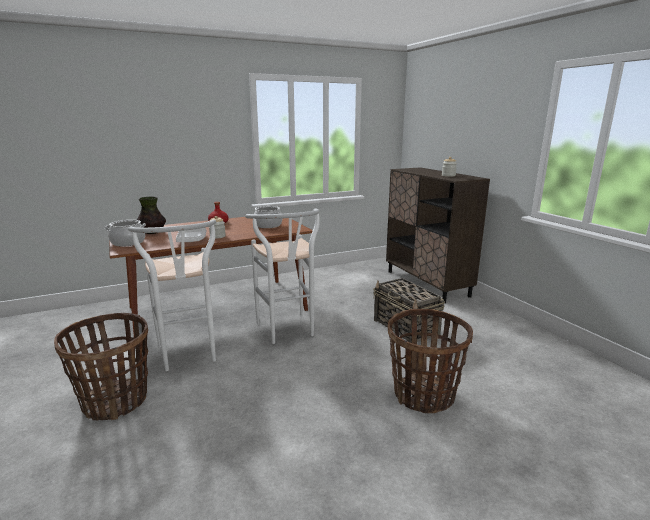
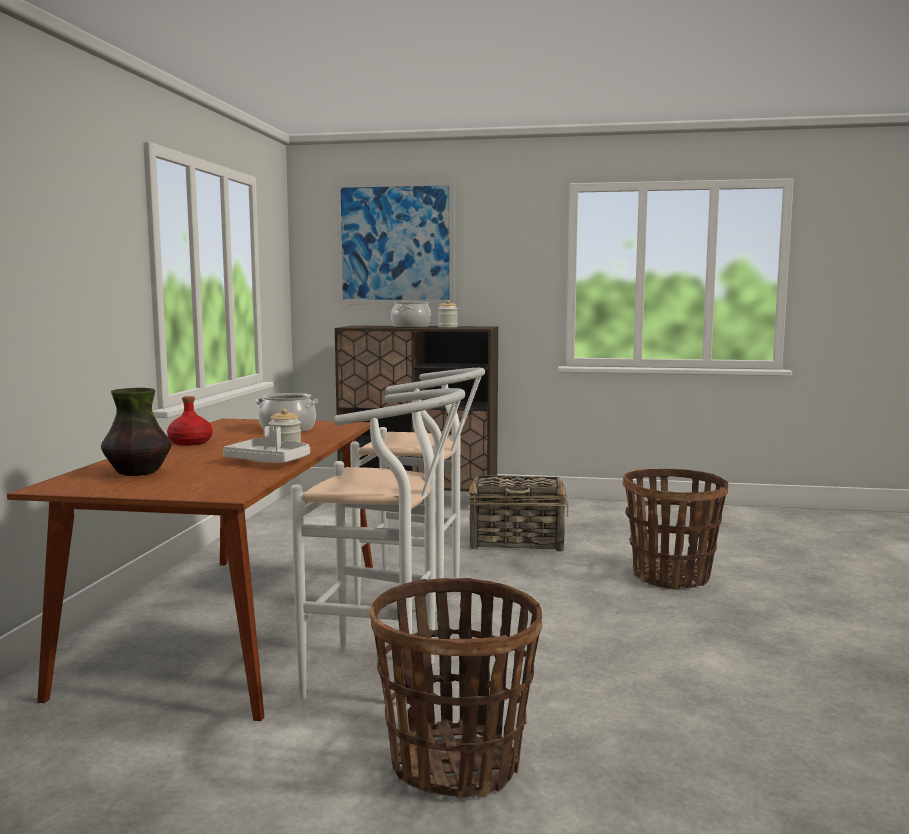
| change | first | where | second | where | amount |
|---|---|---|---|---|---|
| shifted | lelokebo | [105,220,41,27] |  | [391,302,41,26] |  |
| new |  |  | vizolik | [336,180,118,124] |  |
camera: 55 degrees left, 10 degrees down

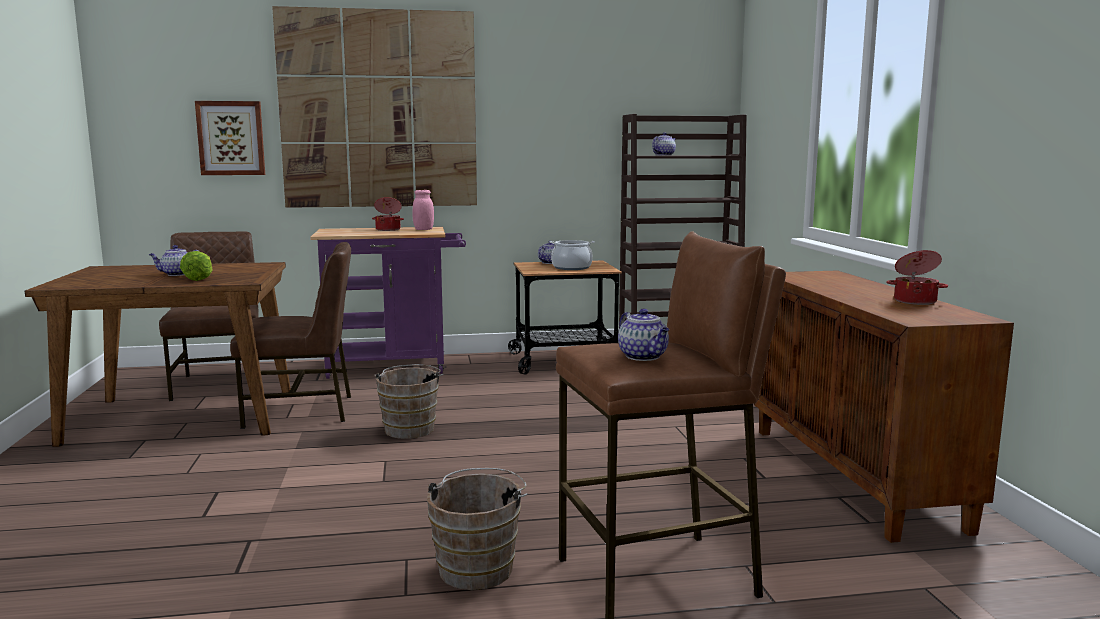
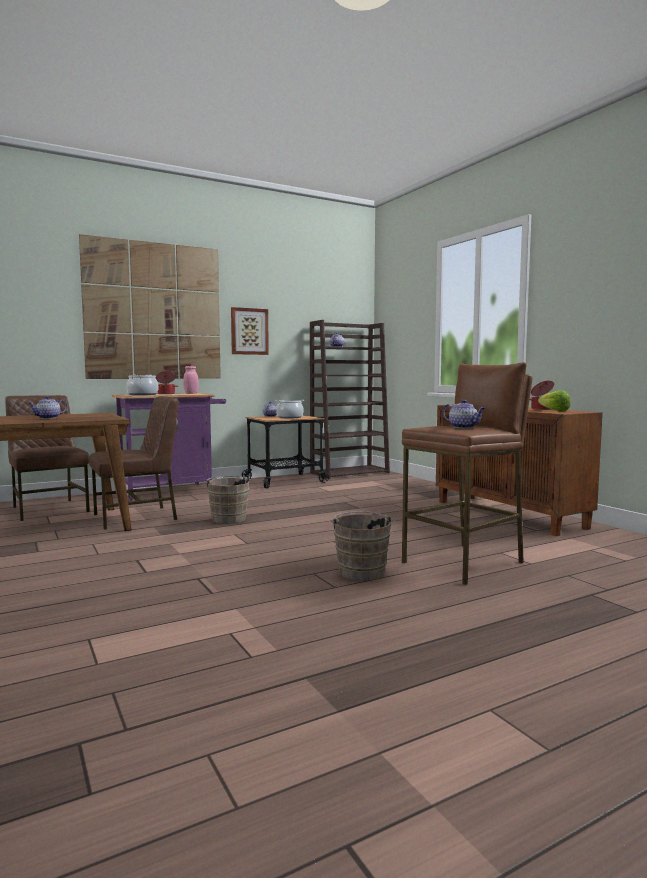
| change | first | where | second | where | amount |
|---|---|---|---|---|---|
| shifted | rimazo | [180,251,32,30] |  | [538,390,32,22] |  |
| shifted | vizolik | [195,101,70,74] |  | [231,307,38,48] |  |
| new |  |  | lelokebo | [126,375,33,20] |  |
camera: 20 degrees left, 5 degrees down

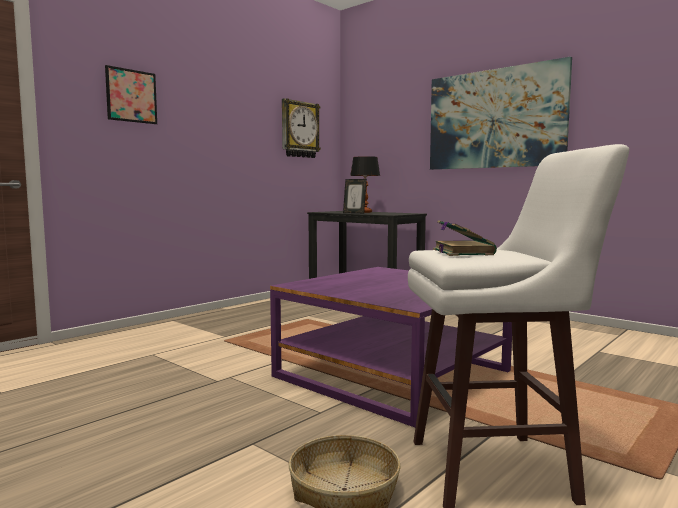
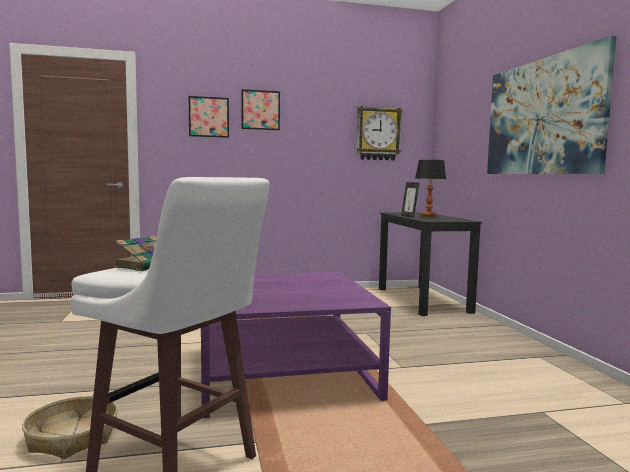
| change | first | where | second | where | amount |
|---|---|---|---|---|---|
| new |  |  | vizolik | [241,89,39,41] |  |
camera: 35 degrees right, 0 degrees up

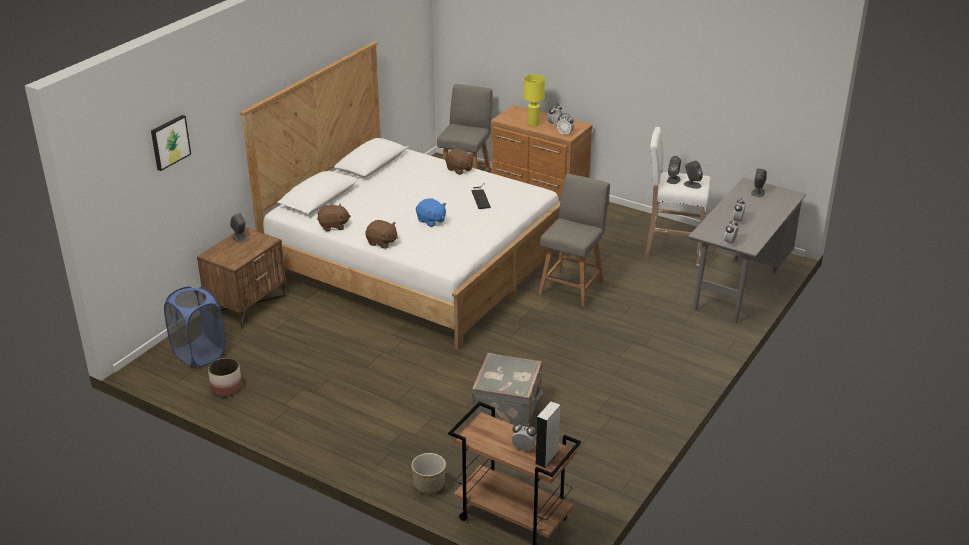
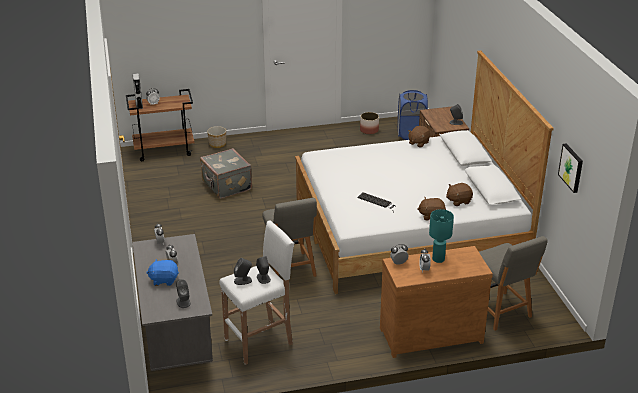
| change | first | where | second | where | amount |
|---|---|---|---|---|---|
| shifted | vizolik | [151,115,40,56] |  | [558,143,25,50] |  |
| shifted | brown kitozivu | [365,220,33,29] |  | [446,183,27,23] |  |
| shifted | blue kitozivu | [416,198,30,29] |  | [146,259,33,27] |  |
| repainted | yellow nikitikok | [523,74,22,53] | turquoise nikitikok | [429,209,25,54] |  |
camera: 135 degrees right, 0 degrees up

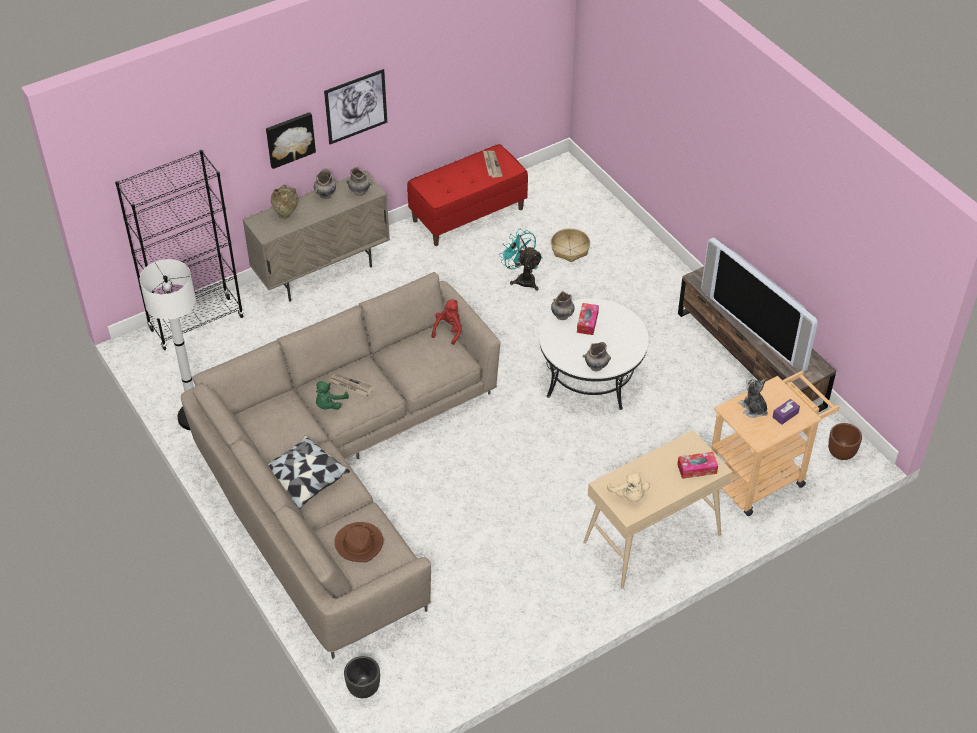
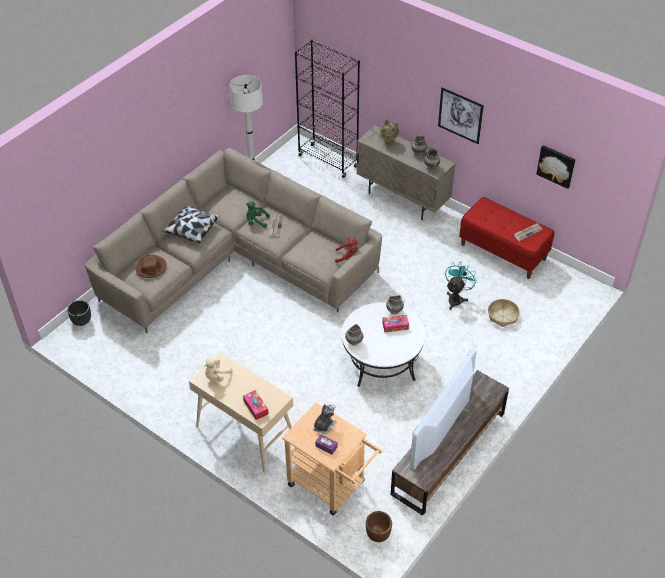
| change | first | where | second | where | amount |
|---|---|---|---|---|---|
| shifted | vizolik | [266,112,50,57] |  | [536,145,40,44] |  |
camera: 70 degrees right, 0 degrees up

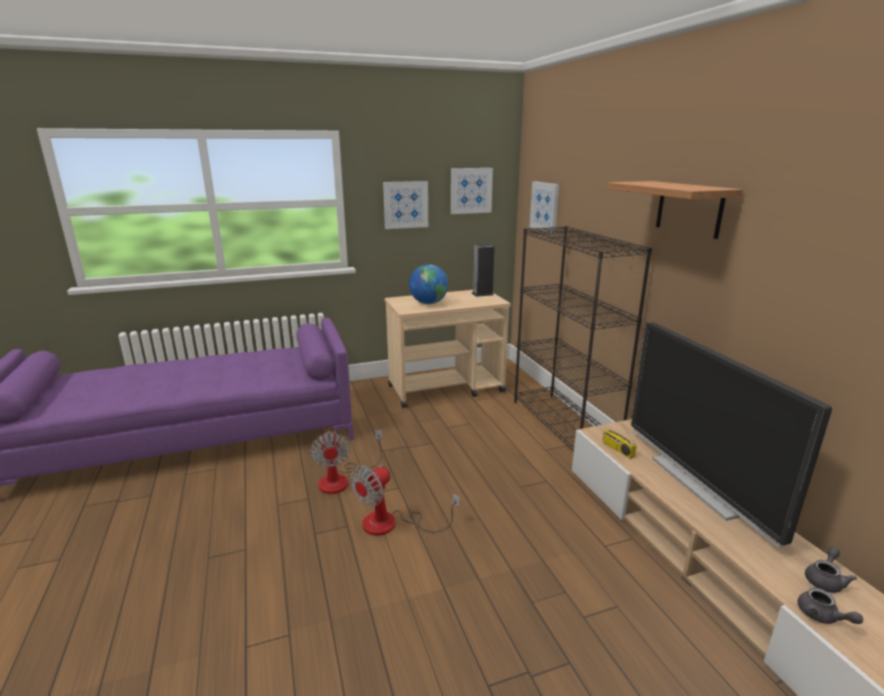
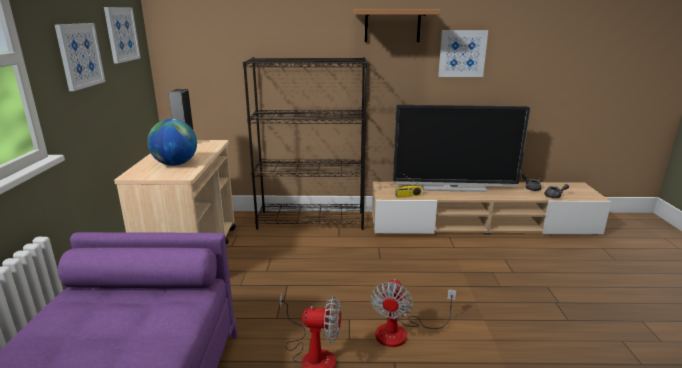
| change | first | where | second | where | amount |
|---|---|---|---|---|---|
| rotated | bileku | [350,465,110,71] |  | [370,279,86,68] | 45 degrees clockwise |
| shifted | vizolik | [530,181,29,53] |  | [438,30,50,47] |  |
camera: 70 degrees left, 0 degrees up

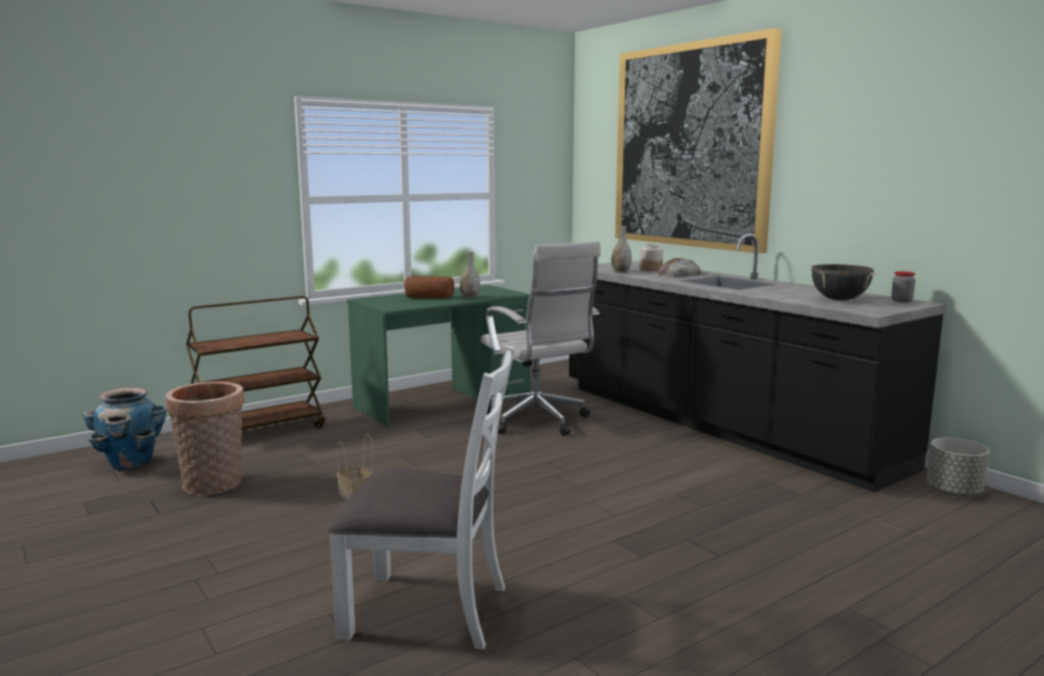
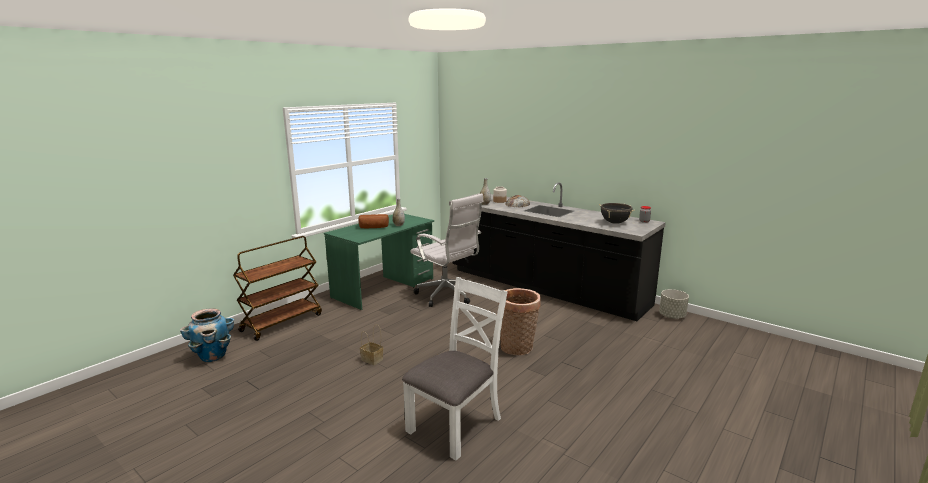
| change | first | where | second | where | amount |
|---|---|---|---|---|---|
| shifted | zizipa | [166,382,78,113] |  | [498,288,43,67] |  |
| rotated | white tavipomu | [327,346,188,304] |  | [402,277,106,183] | 45 degrees counterclockwise |
| gone | vizolik | [615,28,167,226] |  |  |  |
camera: 15 degrees left, 5 degrees up

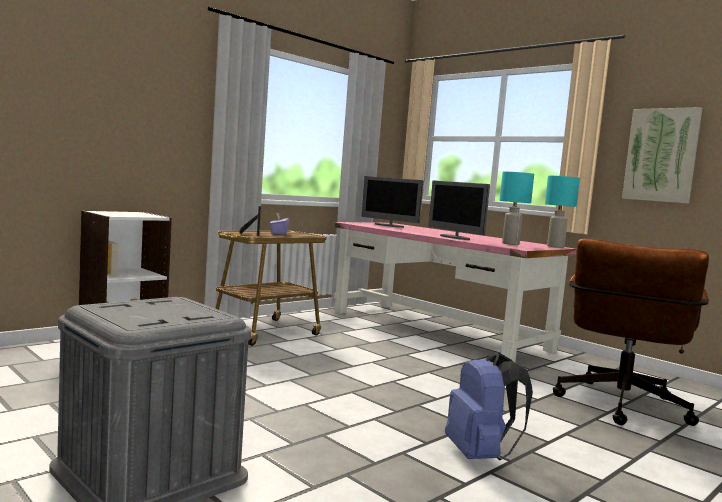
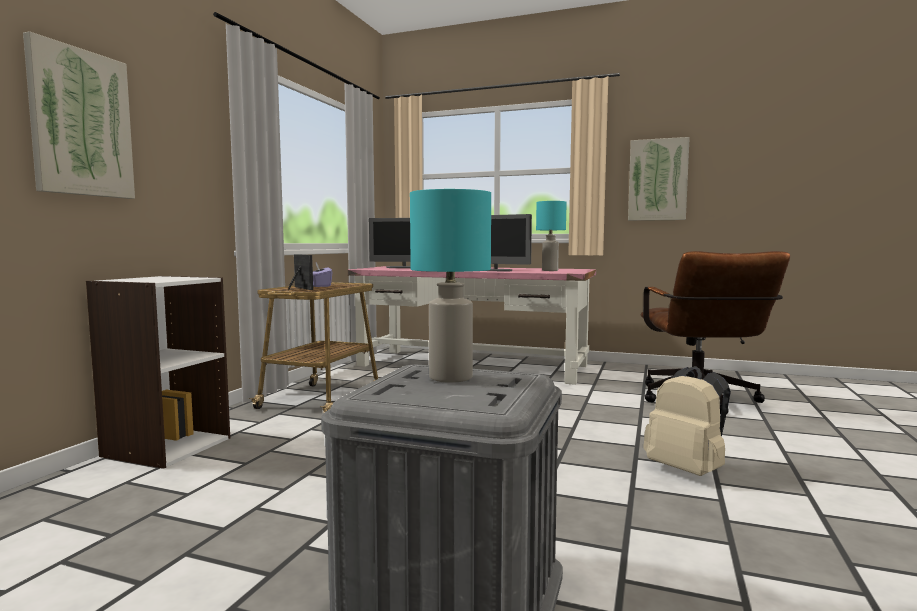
| change | first | where | second | where | amount |
|---|---|---|---|---|---|
| repainted | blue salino | [445,352,88,108] | beige salino | [643,366,88,110] |  |
| shifted | turquoise nikitikok | [545,176,35,72] |  | [410,189,81,194] |  |
| new |  |  | vizolik | [23,31,112,168] |  |
camera: 25 degrees left, 0 degrees up

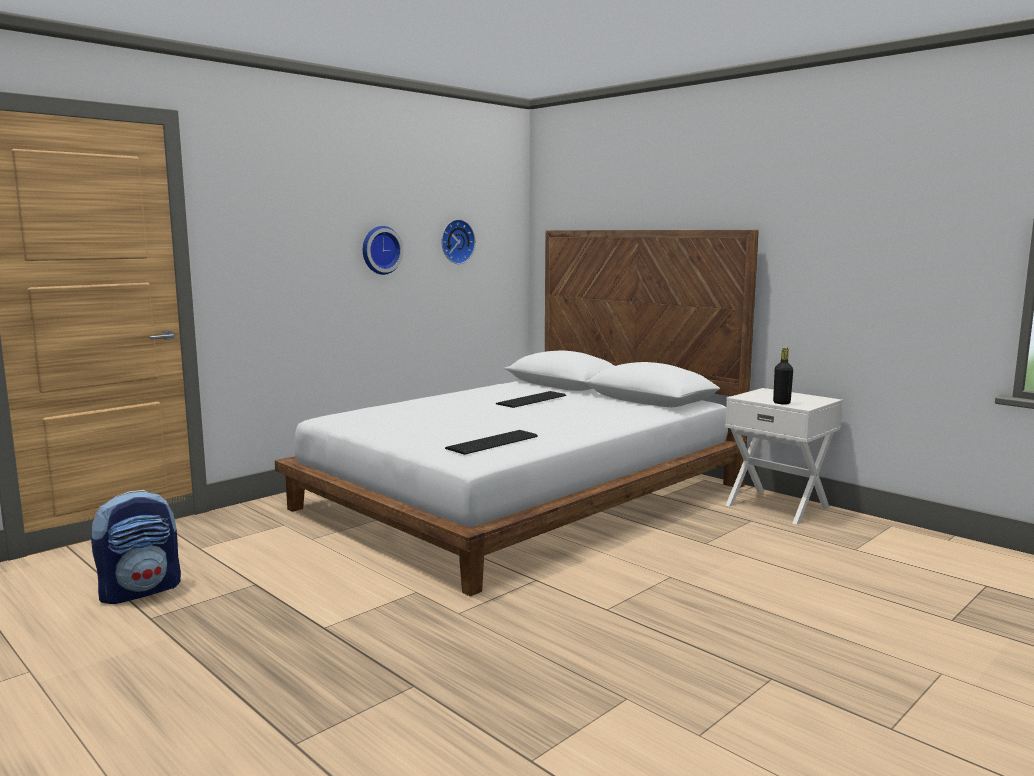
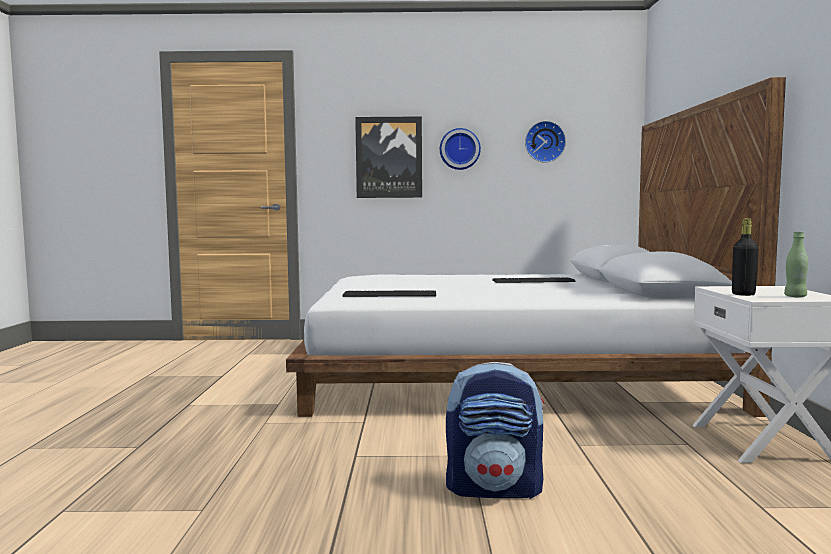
| change | first | where | second | where | amount |
|---|---|---|---|---|---|
| shifted | salino | [91,490,90,114] |  | [446,362,99,137] |  |
| new |  |  | vizolik | [355,116,67,82] |  |
| new |  |  | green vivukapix | [784,231,24,66] |  |
camera: 45 degrees right, 5 degrees down

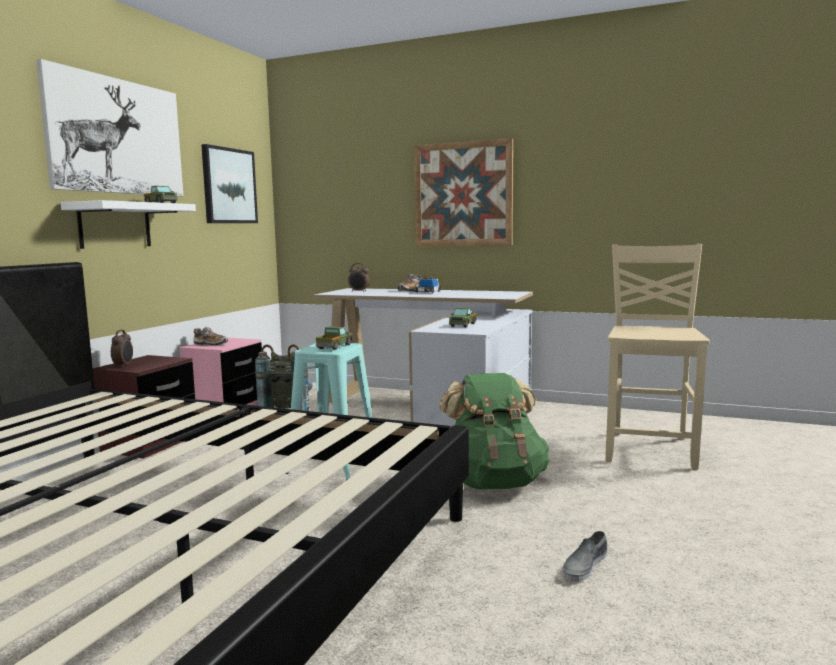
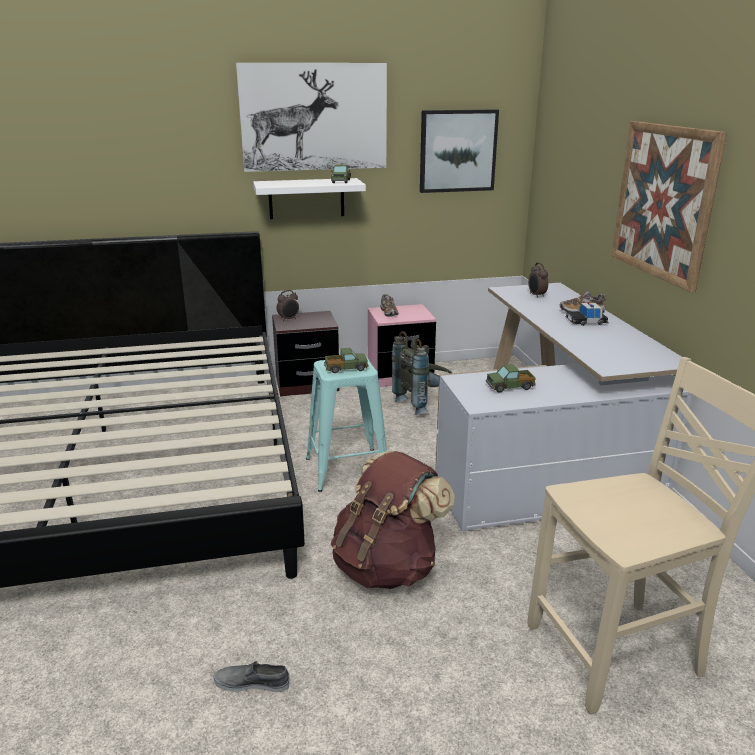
| change | first | where | second | where | amount |
|---|---|---|---|---|---|
| repainted | green salino | [439,373,110,117] | brown salino | [331,451,124,138] |  |
camera: 55 degrees right, 15 degrees up

